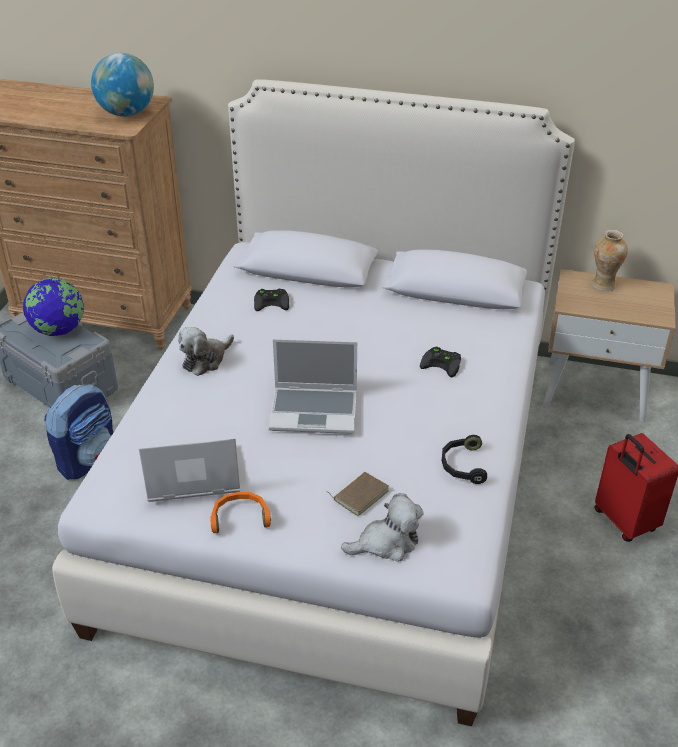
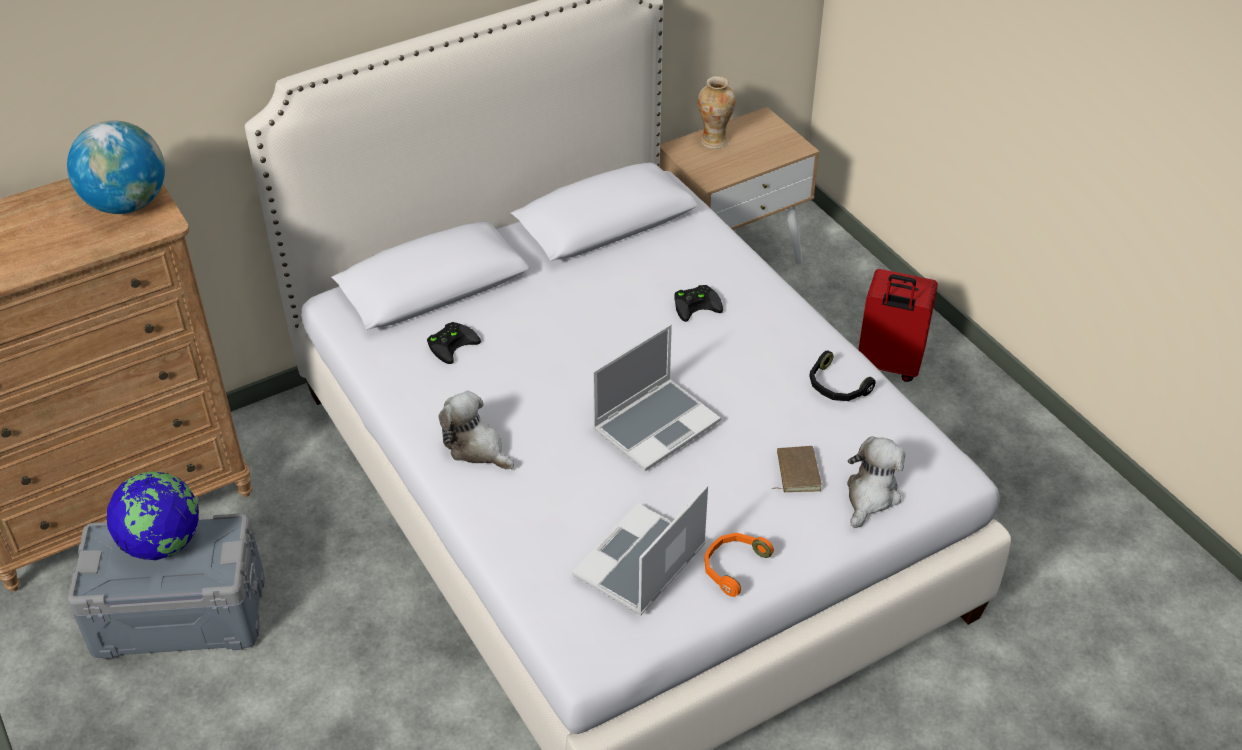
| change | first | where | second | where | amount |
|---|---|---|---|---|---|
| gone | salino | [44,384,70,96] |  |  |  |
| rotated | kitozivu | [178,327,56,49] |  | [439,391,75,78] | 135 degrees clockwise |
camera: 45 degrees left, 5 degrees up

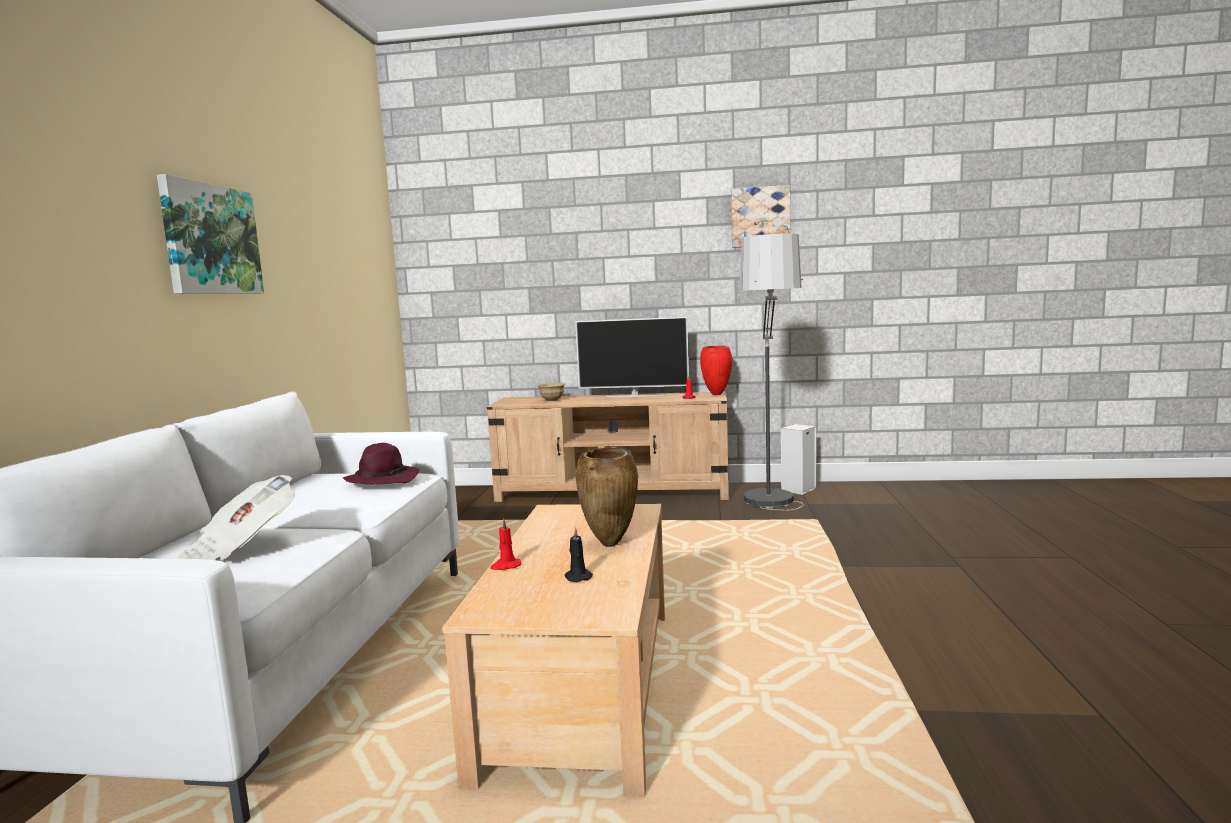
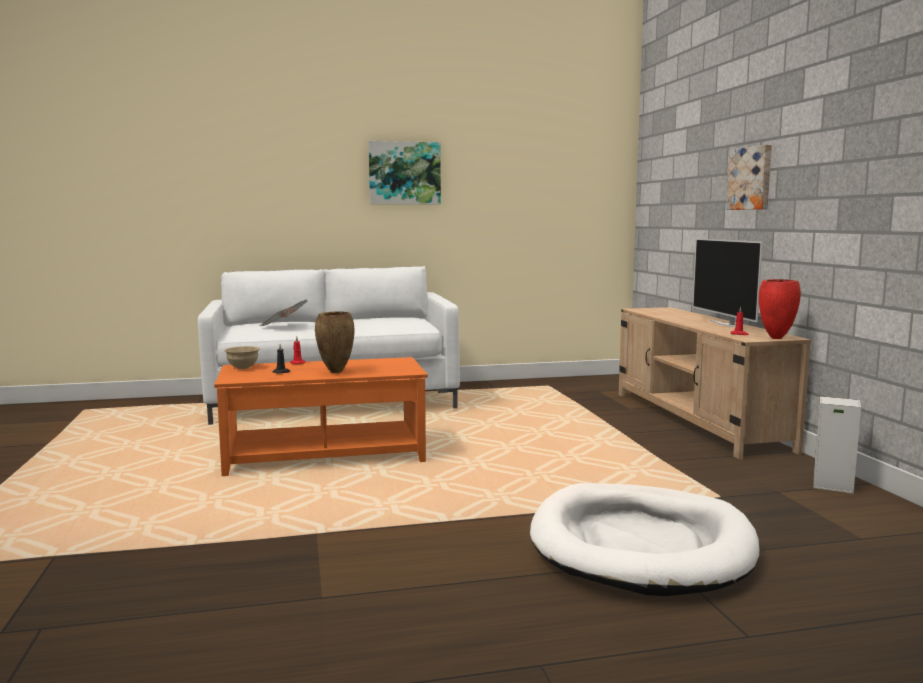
| change | first | where | second | where | amount |
|---|---|---|---|---|---|
| gone | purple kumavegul | [343,443,77,42] |  |  |  |
| repainted | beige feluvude | [442,504,223,294] | orange feluvude | [214,357,214,119] |  |
| shifted | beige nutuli | [537,383,28,18] |  | [224,346,36,23] |  |
| shifted | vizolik | [731,185,59,63] |  | [726,144,46,66] |  |
| gone | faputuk | [740,233,64,277] |  |  |  |
| new |  |  | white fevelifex | [530,483,229,113] |  |
camera: 70 degrees right, 0 degrees up

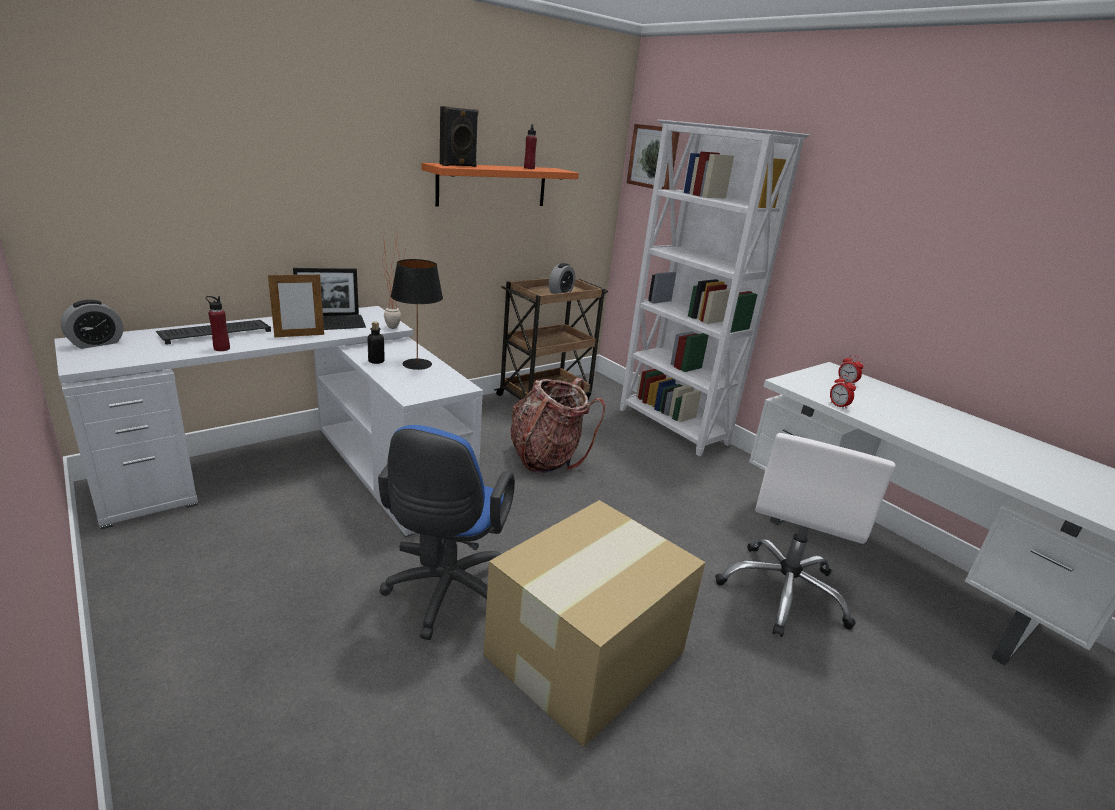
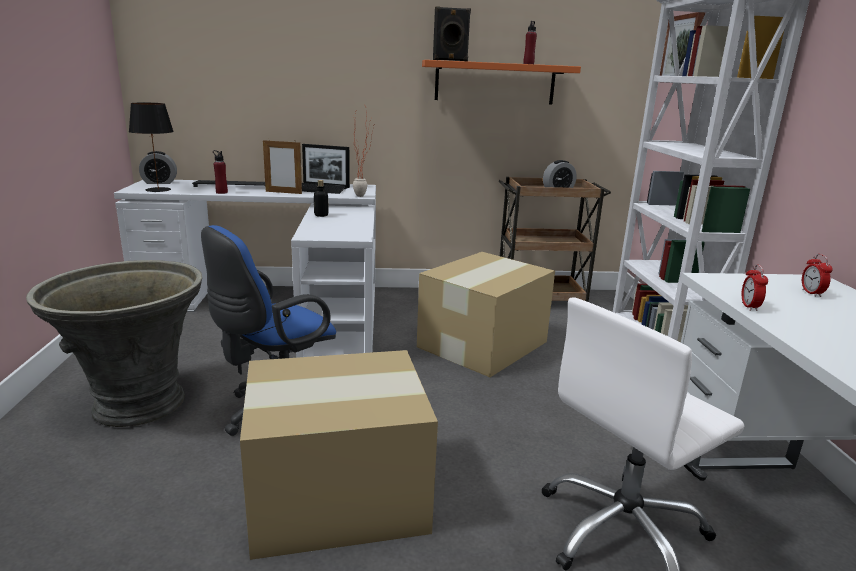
| change | first | where | second | where | amount |
|---|---|---|---|---|---|
| shifted | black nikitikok | [391,259,52,111] |  | [129,103,45,89] |  |
| swapped | salino | [510,378,95,95] | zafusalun | [417,252,138,125] |  |
| new |  |  | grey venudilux | [26,260,176,167] |  |
camera: 35 degrees right, 5 degrees down

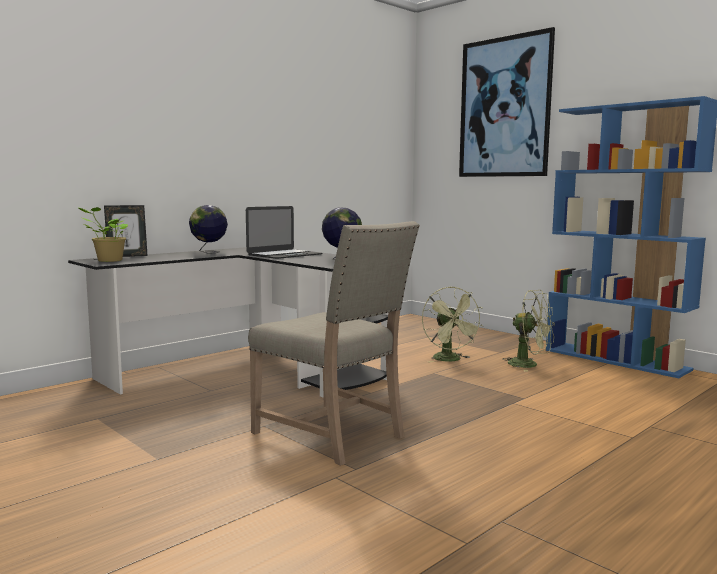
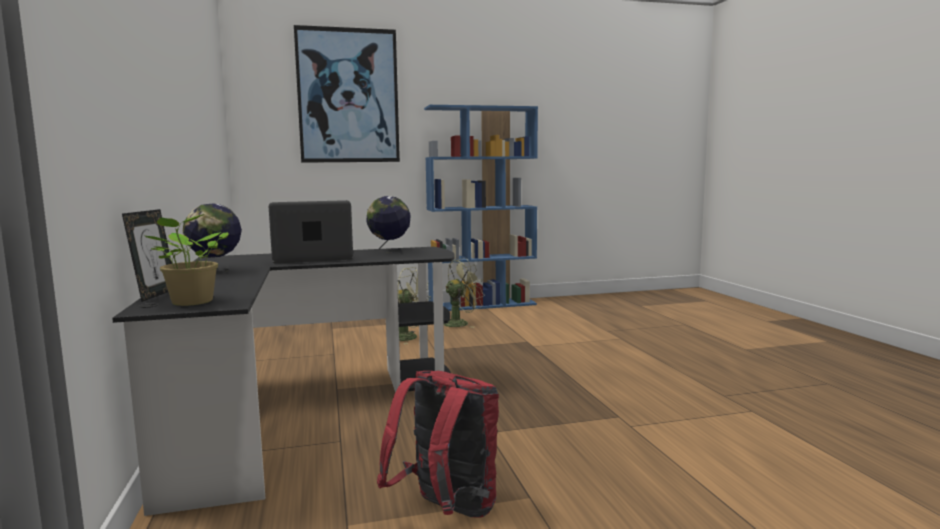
| change | first | where | second | where | amount |
|---|---|---|---|---|---|
| rotated | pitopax | [246,206,76,53] |  | [269,200,84,64] | 90 degrees counterclockwise |
| gone | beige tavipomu | [248,221,172,245] |  |  |  |
| new |  |  | red salino | [376,371,123,147] |  |
camera: 60 degrees left, 0 degrees up

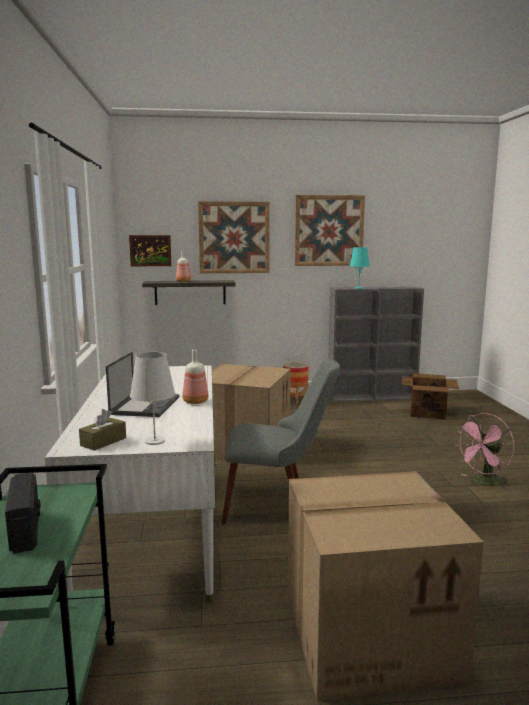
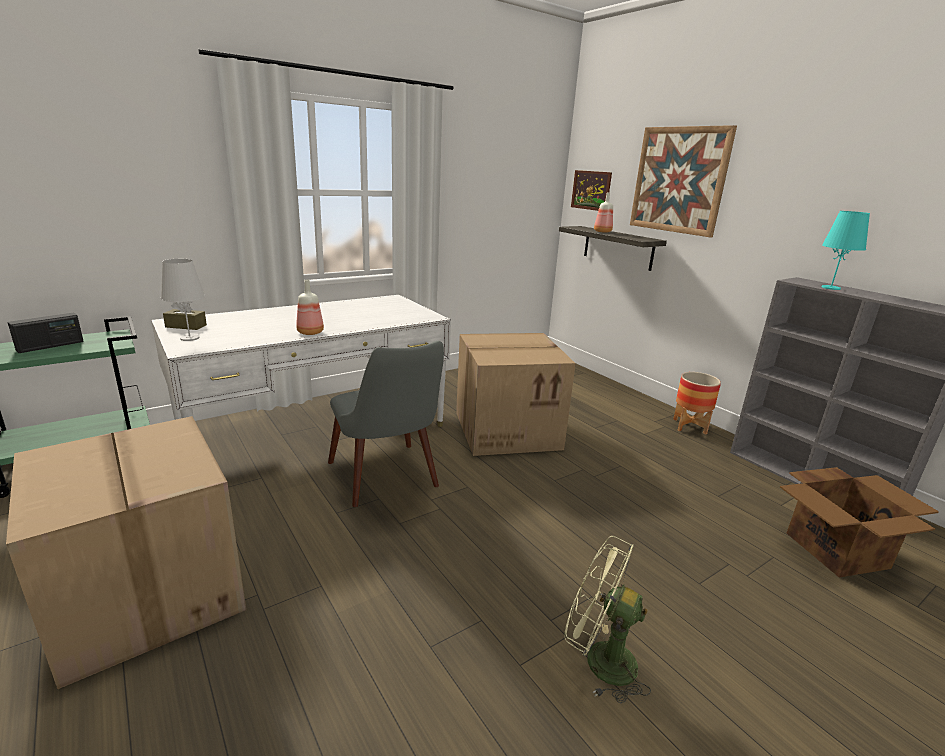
| change | first | where | second | where | amount |
|---|---|---|---|---|---|
| gone | pitopax | [106,352,73,65] |  |  |  |
| gone | vizolik | [295,195,70,71] |  |  |  |
| repainted | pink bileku | [454,413,60,77] | green bileku | [564,536,87,168] |  |
camera: 60 degrees right, 10 degrees up

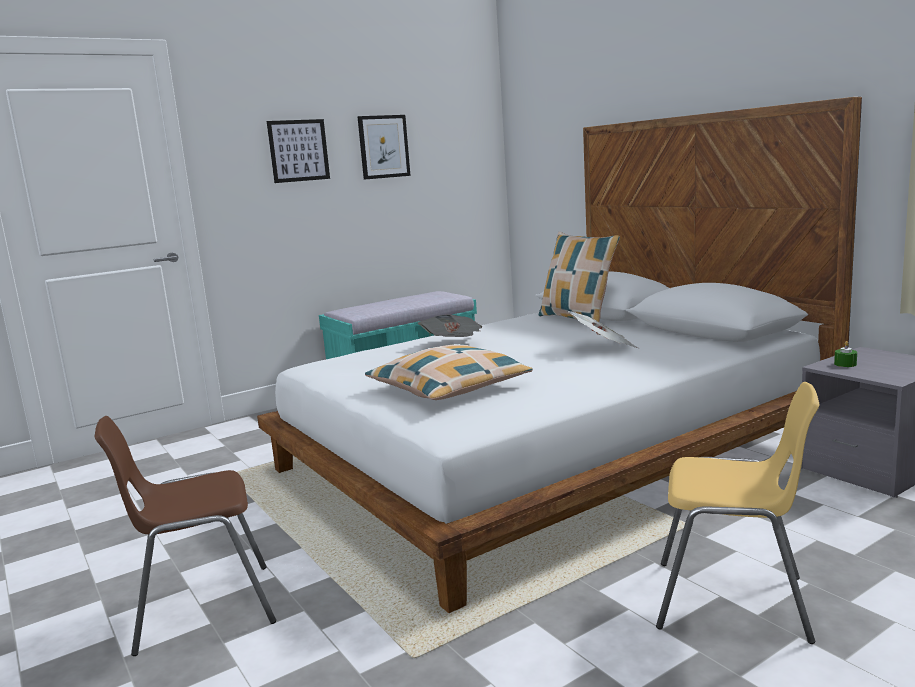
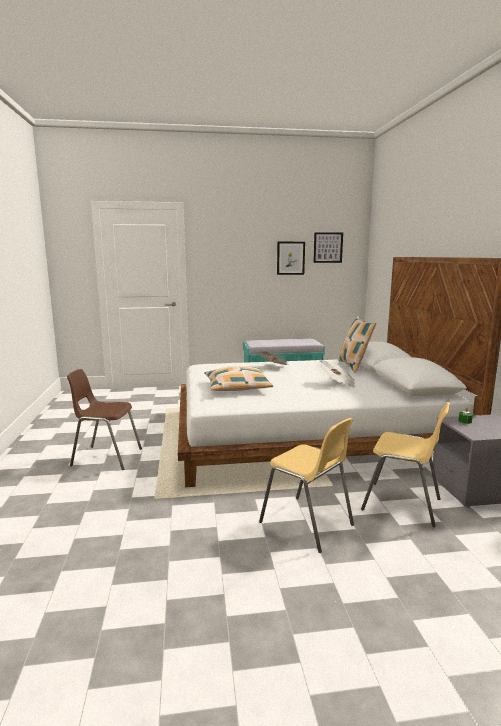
| change | first | where | second | where | amount |
|---|---|---|---|---|---|
| shifted | vizolik | [267,119,63,64] |  | [313,232,30,31] |  |
| new |  |  | yellow tavipomu | [361,402,89,125] |  |
camera: 25 degrees right, 0 degrees up

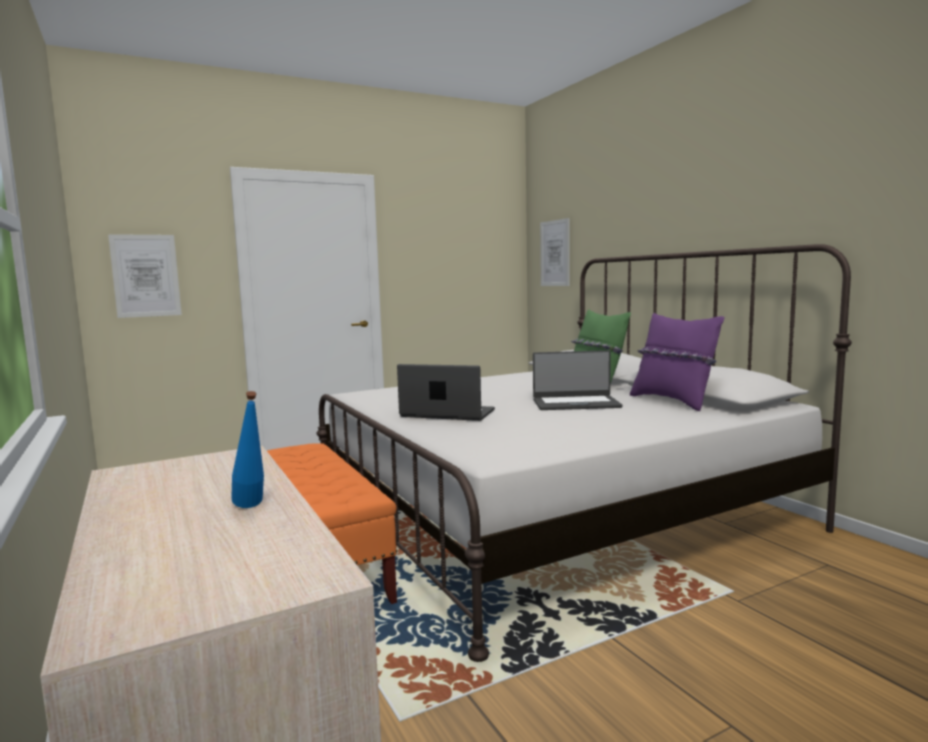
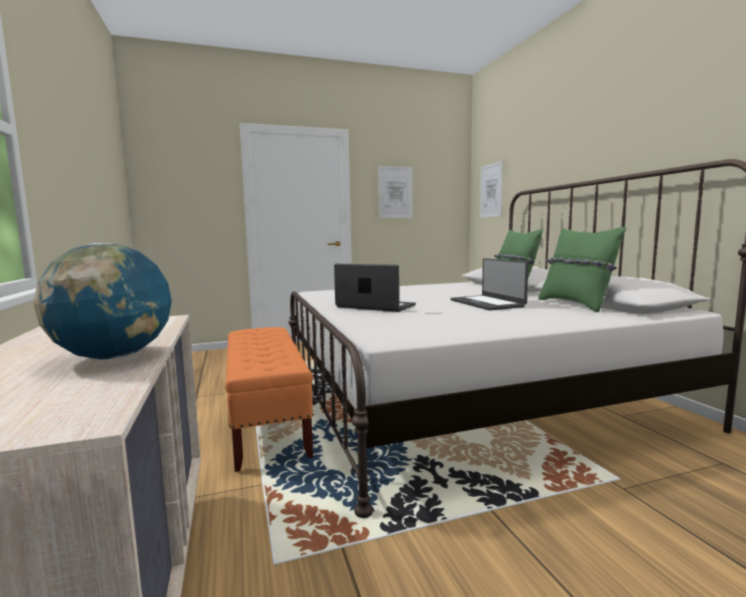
| change | first | where | second | where | amount |
|---|---|---|---|---|---|
| shifted | vizolik | [108,234,74,84] |  | [378,166,35,52] |  |
| swapped | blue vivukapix | [231,391,33,117] | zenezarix | [33,243,139,117] |  |
| rotated | pitopax | [533,350,89,60] |  | [450,258,78,53] | 60 degrees clockwise |
| repainted | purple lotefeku | [630,313,94,98] | green lotefeku | [538,227,88,85] |  |
camera: 10 degrees right, 0 degrees up

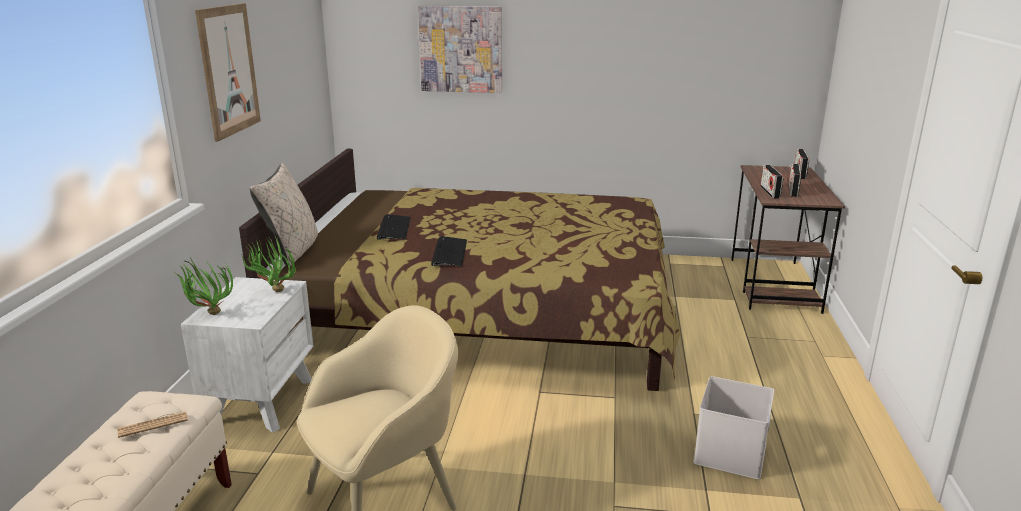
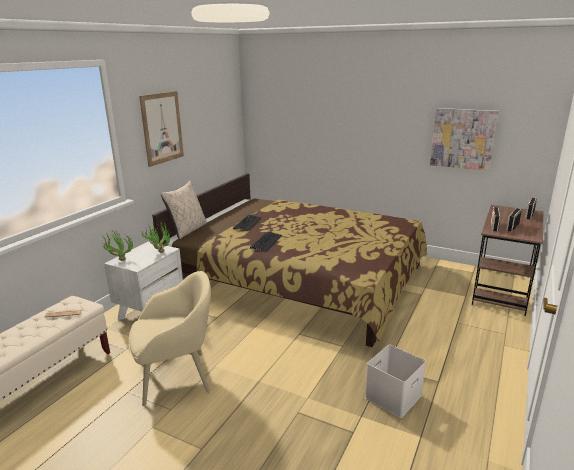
| change | first | where | second | where | amount |
|---|---|---|---|---|---|
| shifted | vizolik | [418,6,84,87] |  | [430,108,69,63] |  |
camera: 20 degrees right, 0 degrees up

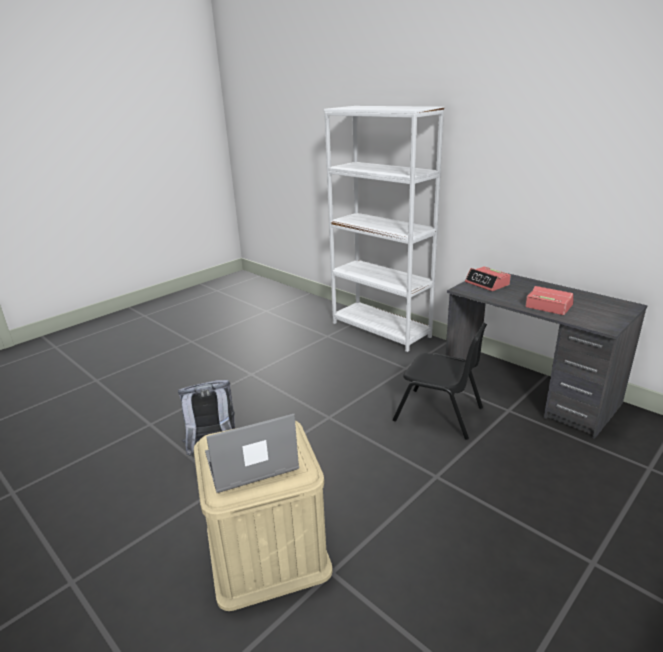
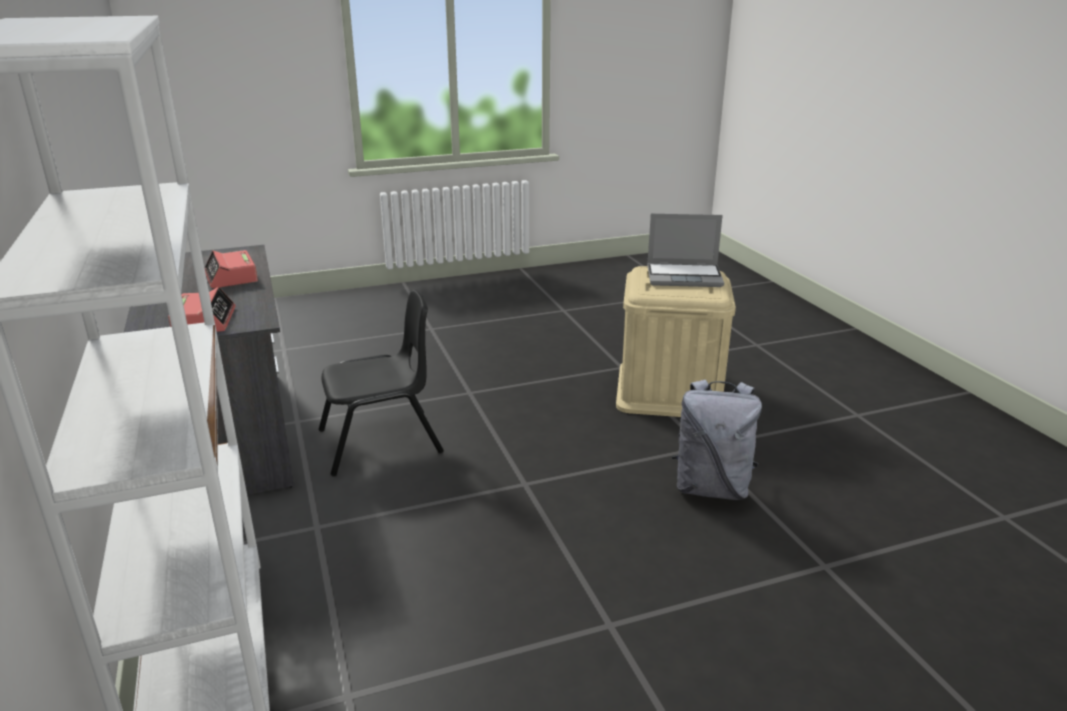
| change | first | where | second | where | amount |
|---|---|---|---|---|---|
| rotated | black tavipomu | [393,323,94,117] |  | [319,290,125,186] | 105 degrees clockwise |
camera: 155 degrees left, 0 degrees up

